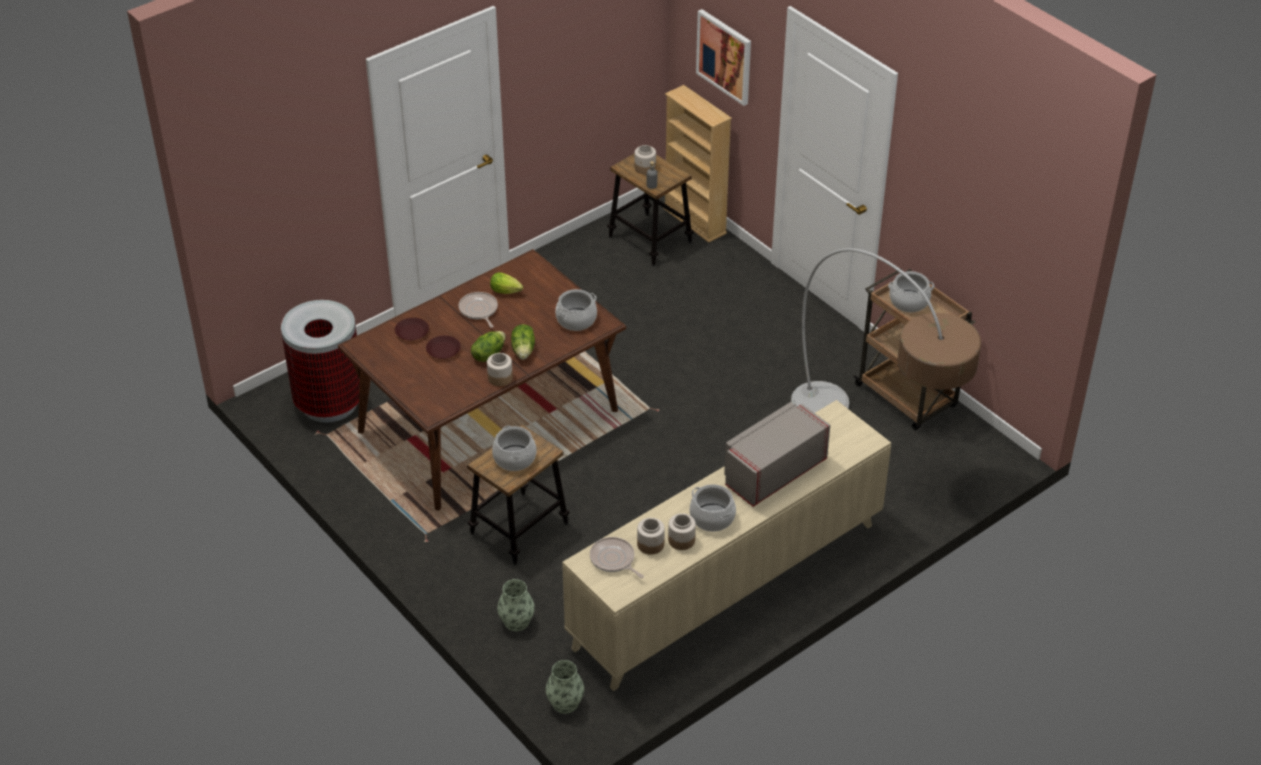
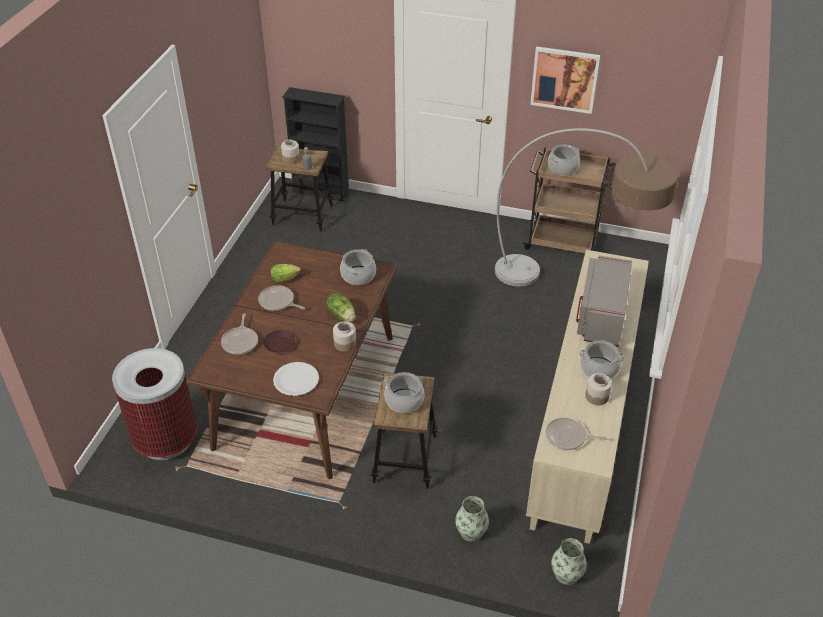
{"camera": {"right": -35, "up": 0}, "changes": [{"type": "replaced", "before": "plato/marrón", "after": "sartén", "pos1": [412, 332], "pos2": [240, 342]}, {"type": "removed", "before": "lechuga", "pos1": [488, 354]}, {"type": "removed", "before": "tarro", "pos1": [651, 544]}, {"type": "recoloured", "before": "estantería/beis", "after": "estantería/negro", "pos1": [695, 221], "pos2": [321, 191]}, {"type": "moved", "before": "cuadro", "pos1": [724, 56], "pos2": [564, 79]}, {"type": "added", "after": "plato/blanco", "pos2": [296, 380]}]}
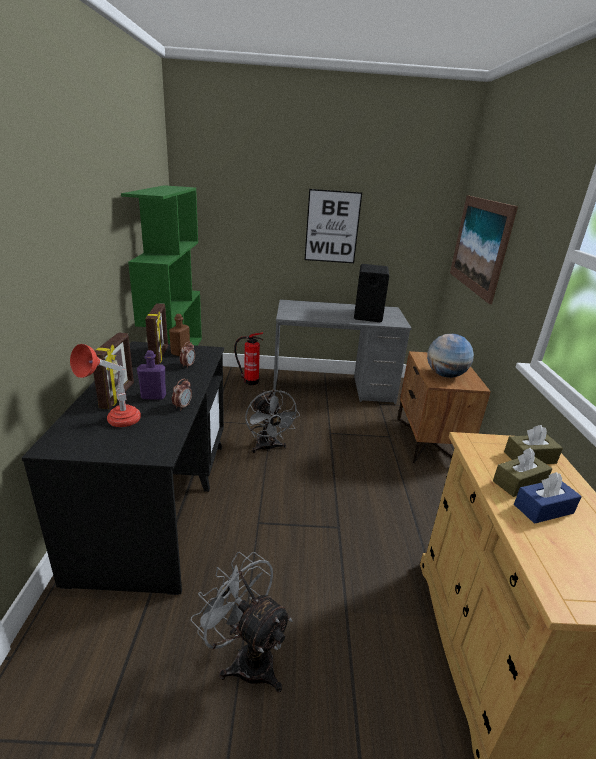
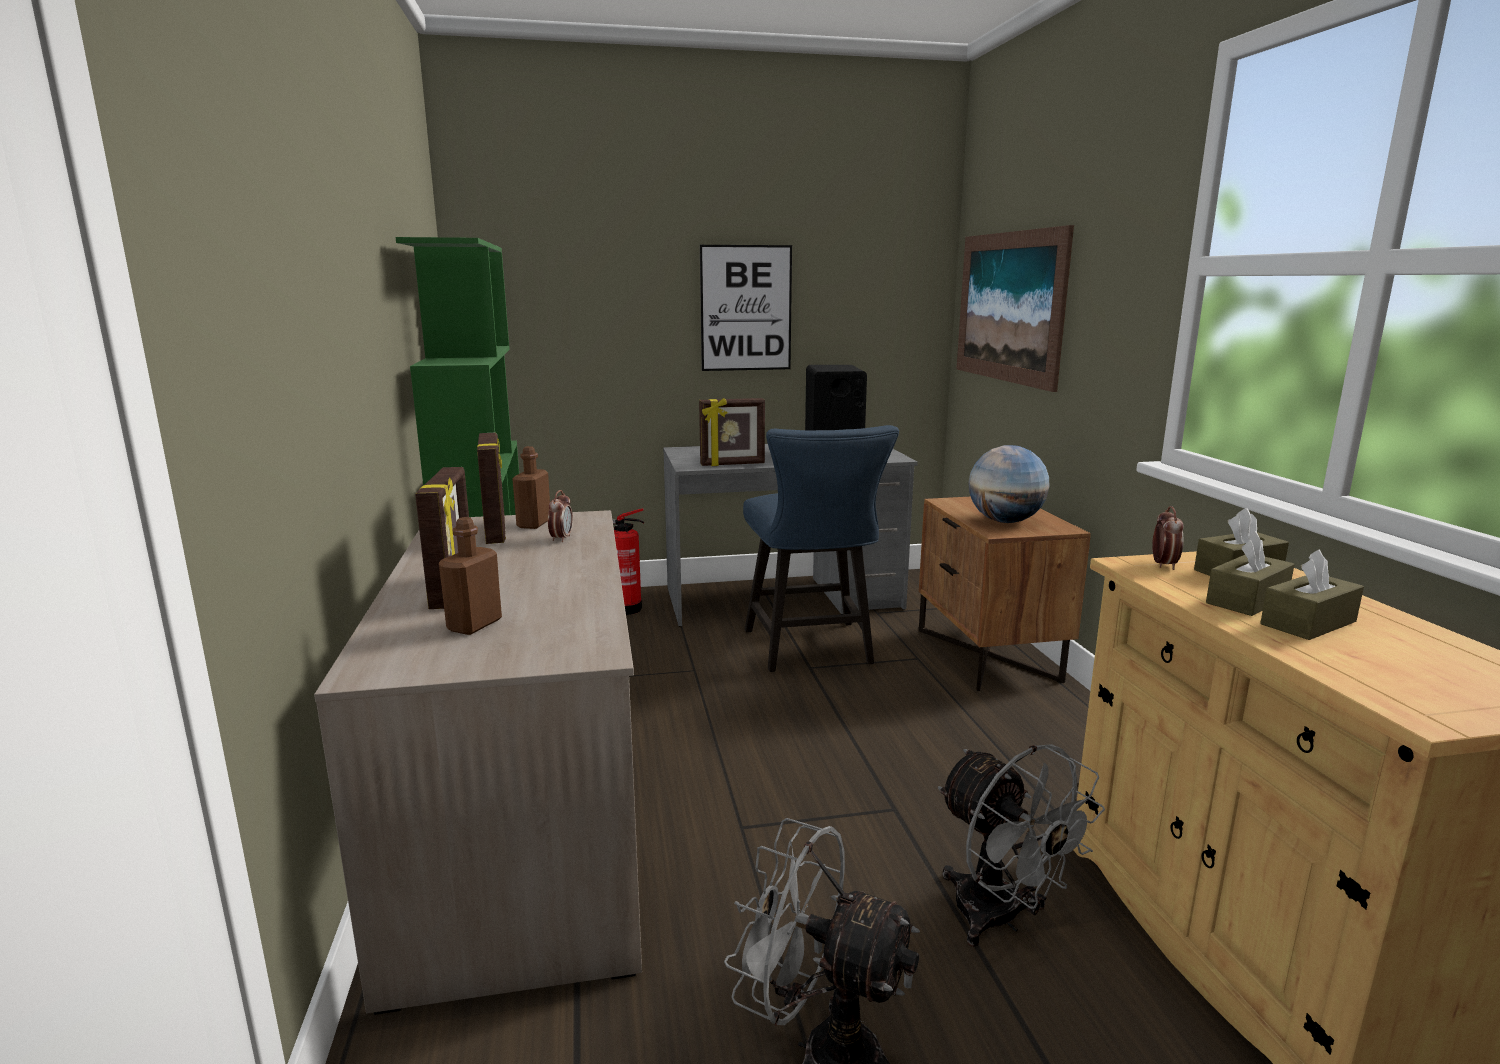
{"camera": {"right": -10, "up": -10}, "changes": [{"type": "recoloured", "before": "escritorio/negro", "after": "escritorio/beis", "pos1": [157, 501], "pos2": [523, 825]}, {"type": "replaced", "before": "lámpara de mesa/rojo", "after": "botella/marrón", "pos1": [114, 422], "pos2": [474, 625]}, {"type": "removed", "before": "botella/morado", "pos1": [153, 396]}, {"type": "moved", "before": "despertador", "pos1": [182, 406], "pos2": [1163, 565]}, {"type": "moved", "before": "ventilador/gris", "pos1": [268, 448], "pos2": [1000, 919]}, {"type": "recoloured", "before": "caja de pañuelos/azul", "after": "caja de pañuelos/marrón", "pos1": [543, 509], "pos2": [1308, 623]}, {"type": "added", "after": "portarretratos", "pos2": [732, 464]}, {"type": "added", "after": "silla/azul", "pos2": [812, 650]}]}
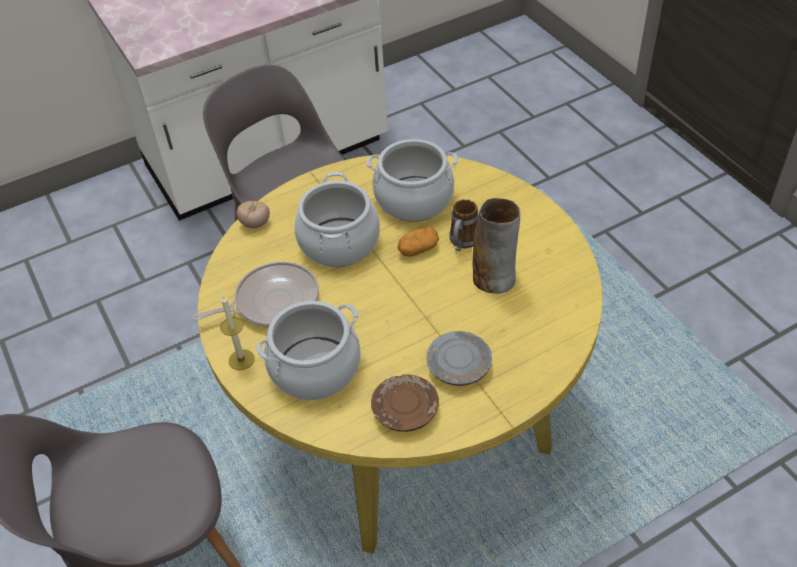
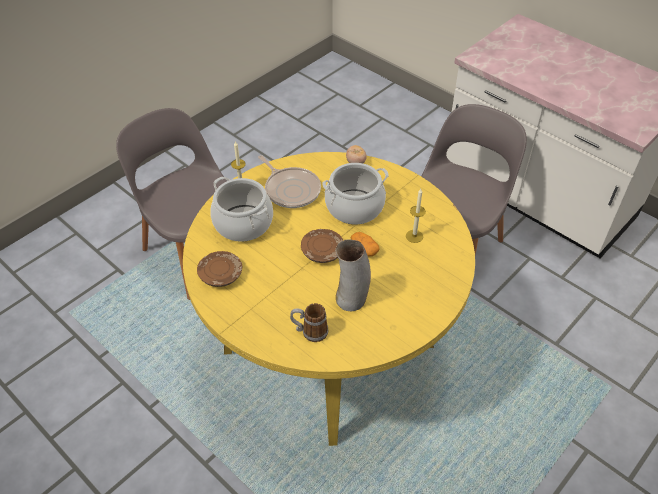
{"camera": {"right": 70, "up": 0}, "changes": [{"type": "replaced", "before": "olla", "after": "vela", "pos1": [414, 199], "pos2": [414, 236]}, {"type": "removed", "before": "plato/gris", "pos1": [459, 366]}, {"type": "moved", "before": "taza grande", "pos1": [462, 243], "pos2": [309, 332]}, {"type": "added", "after": "plato/marrón", "pos2": [322, 251]}]}
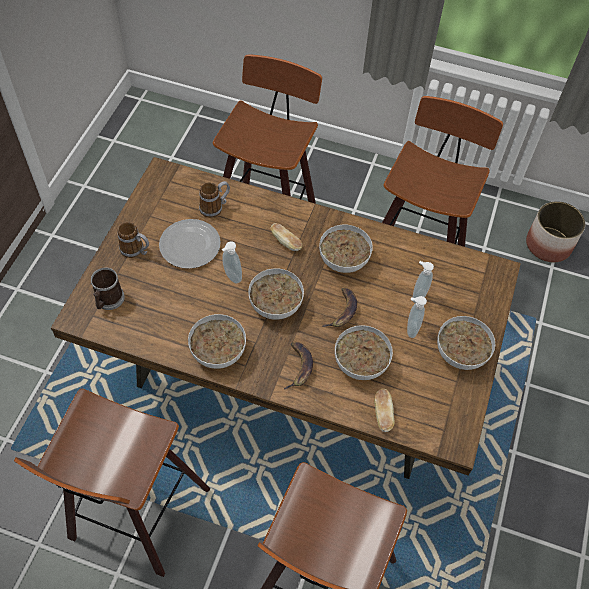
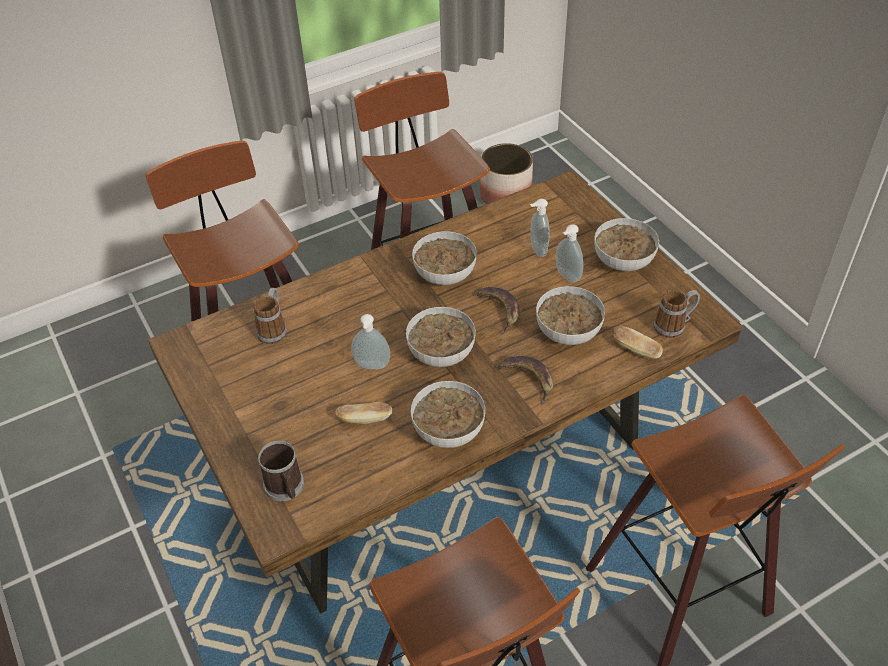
{"camera": {"right": -45, "up": -10}, "changes": [{"type": "moved", "before": "taza grande", "pos1": [136, 251], "pos2": [674, 325]}, {"type": "removed", "before": "plato", "pos1": [191, 245]}, {"type": "moved", "before": "pan", "pos1": [286, 242], "pos2": [365, 419]}]}
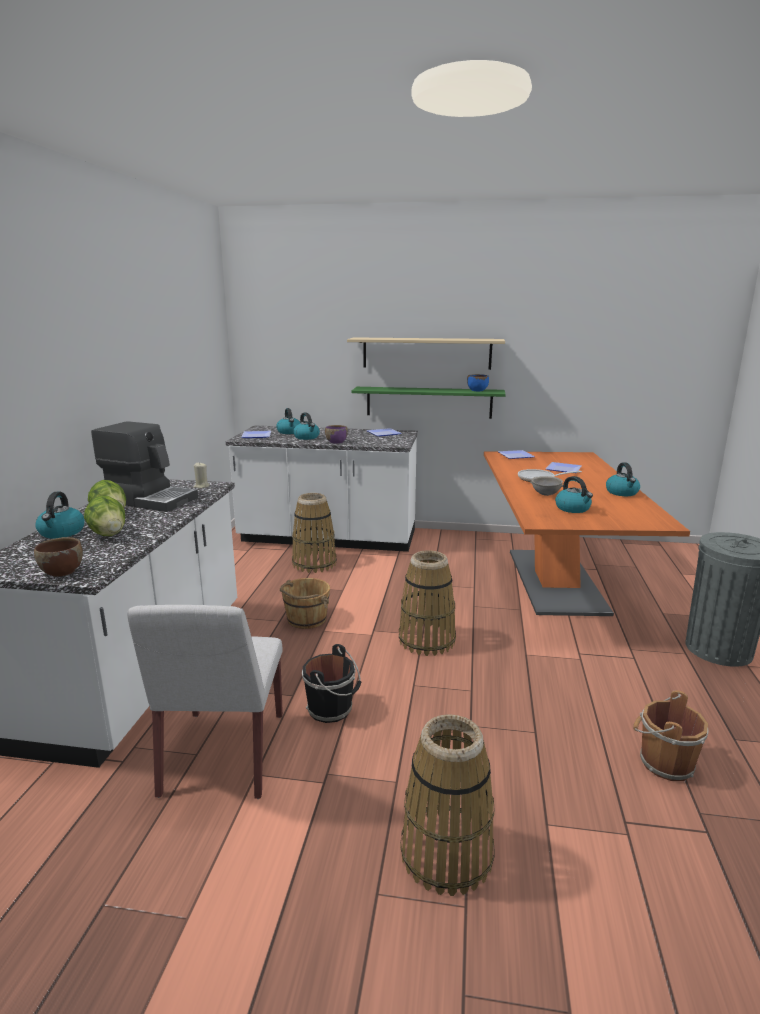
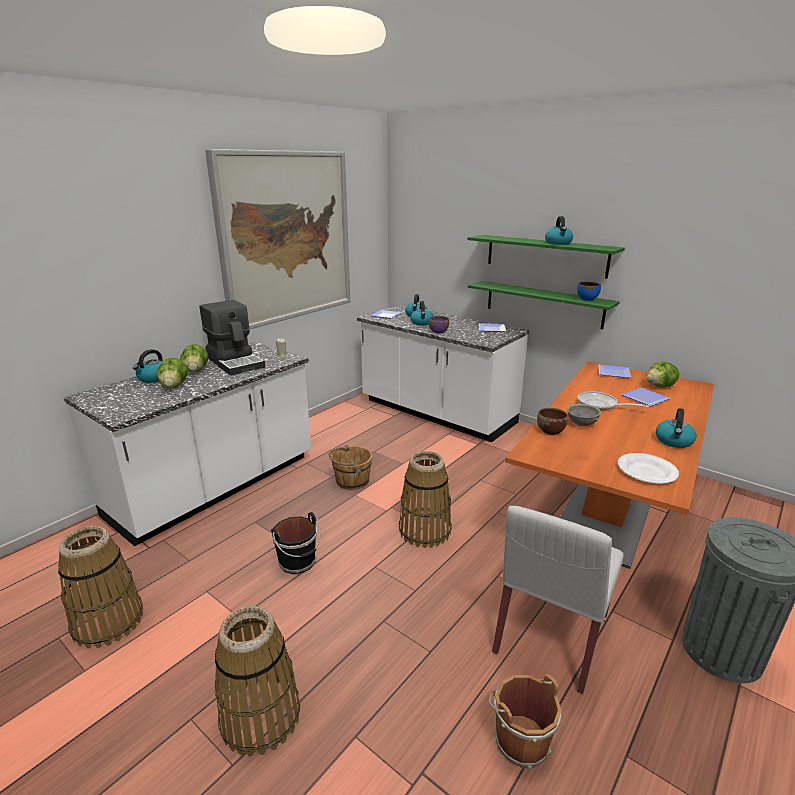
{"camera": {"right": 30, "up": 5}, "changes": [{"type": "moved", "before": "cuenco/marrón", "pos1": [62, 571], "pos2": [550, 431]}, {"type": "moved", "before": "silla/blanco", "pos1": [224, 754], "pos2": [551, 635]}, {"type": "moved", "before": "cesta", "pos1": [314, 563], "pos2": [108, 622]}, {"type": "recoloured", "before": "estante/beis", "after": "estante/verde", "pos1": [426, 353], "pos2": [545, 255]}, {"type": "moved", "before": "hervidor", "pos1": [573, 508], "pos2": [558, 243]}, {"type": "added", "after": "cuadro", "pos2": [286, 237]}, {"type": "added", "after": "plato/blanco", "pos2": [646, 471]}, {"type": "added", "after": "lechuga", "pos2": [660, 386]}]}
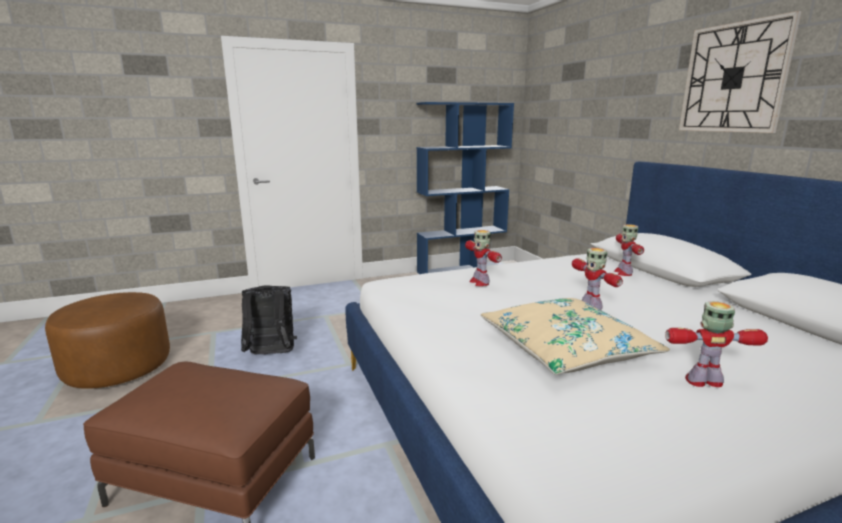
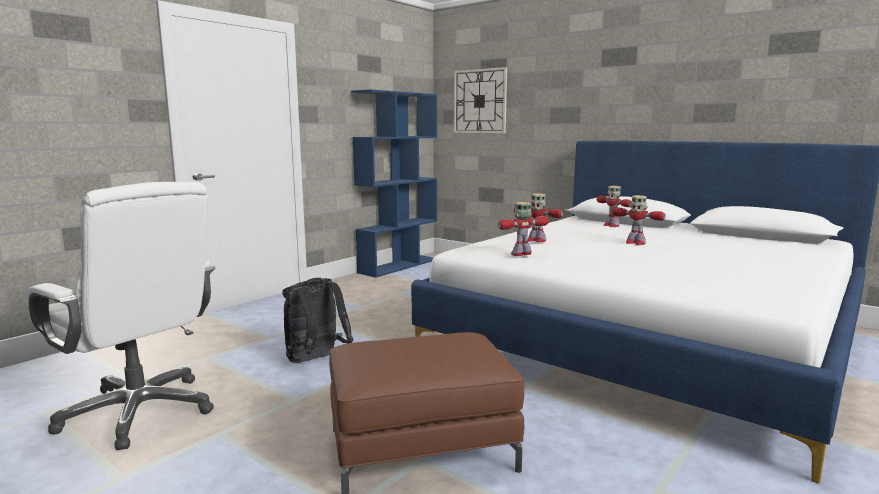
{"camera": {"right": -30, "up": -5}, "changes": [{"type": "replaced", "before": "puf/marrón", "after": "silla de oficina/blanco", "pos1": [118, 368], "pos2": [140, 412]}, {"type": "removed", "before": "cojín/beis", "pos1": [566, 349]}, {"type": "moved", "before": "robot de juguete", "pos1": [704, 381], "pos2": [521, 254]}, {"type": "moved", "before": "reloj de pared", "pos1": [734, 78], "pos2": [480, 101]}]}
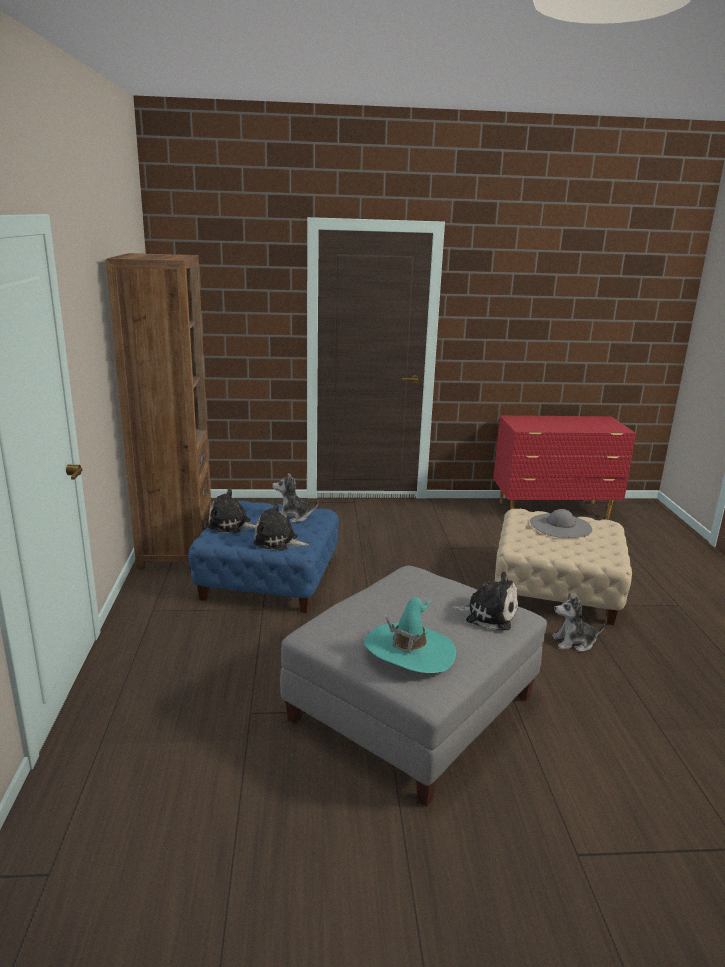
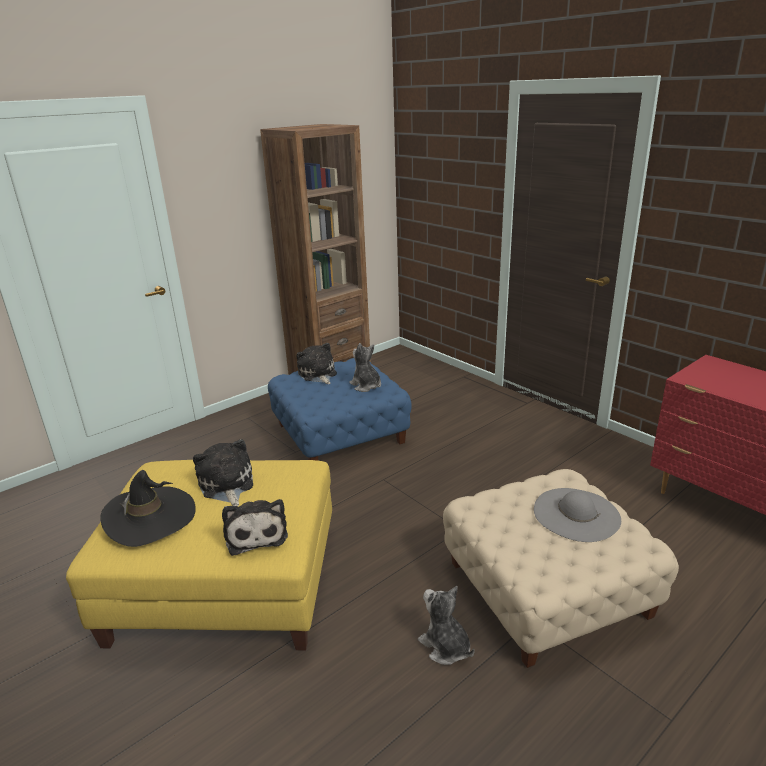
{"camera": {"right": 55, "up": 5}, "changes": [{"type": "moved", "before": "peluche", "pos1": [278, 542], "pos2": [226, 485]}, {"type": "recoloured", "before": "puf/gris", "after": "puf/amarillo", "pos1": [412, 707], "pos2": [227, 583]}, {"type": "recoloured", "before": "sombrero/turquesa", "after": "sombrero/negro", "pos1": [409, 651], "pos2": [150, 517]}]}
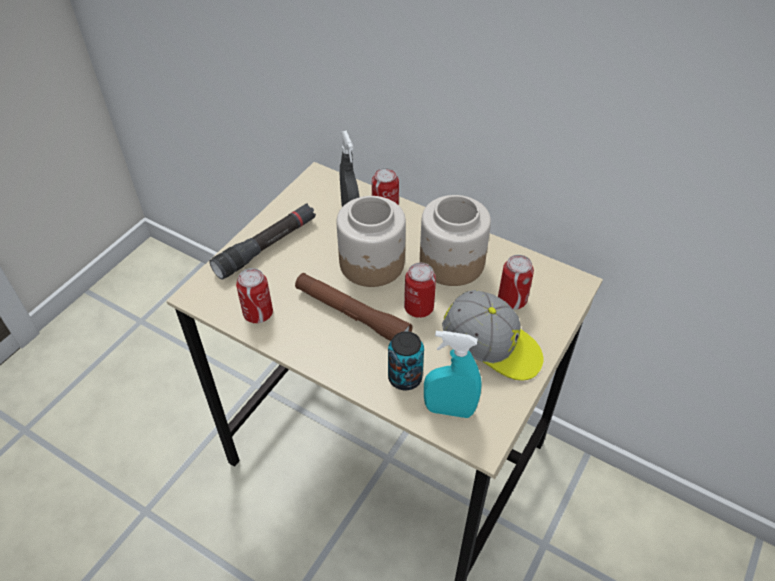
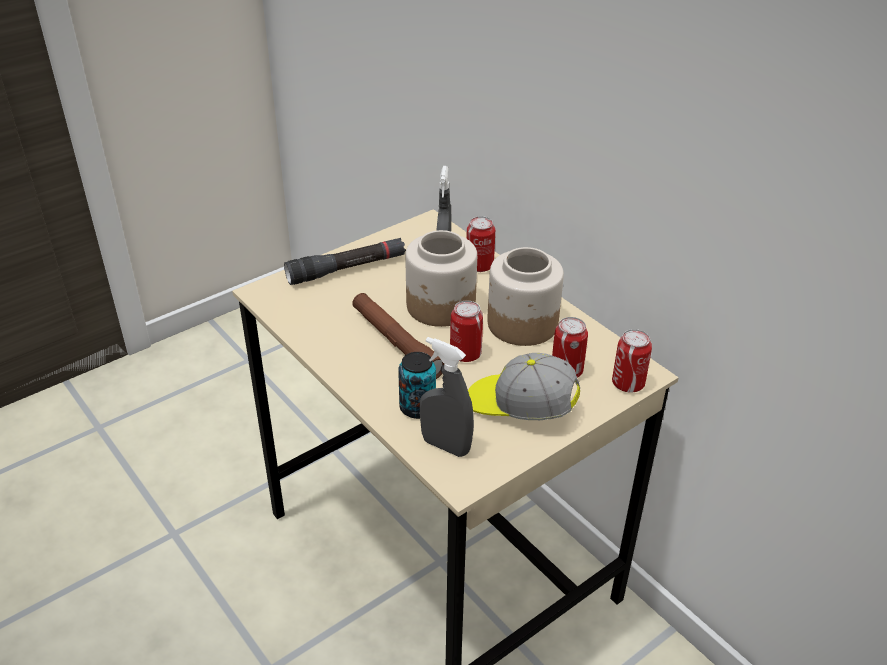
{"camera": {"right": 20, "up": -10}, "changes": [{"type": "moved", "before": "lata", "pos1": [258, 313], "pos2": [628, 384]}, {"type": "recoloured", "before": "pulverizador/turquesa", "after": "pulverizador/gris", "pos1": [449, 410], "pos2": [445, 446]}, {"type": "turned", "before": "gorra", "pos1": [492, 348], "pos2": [520, 406], "turn": 150}]}
